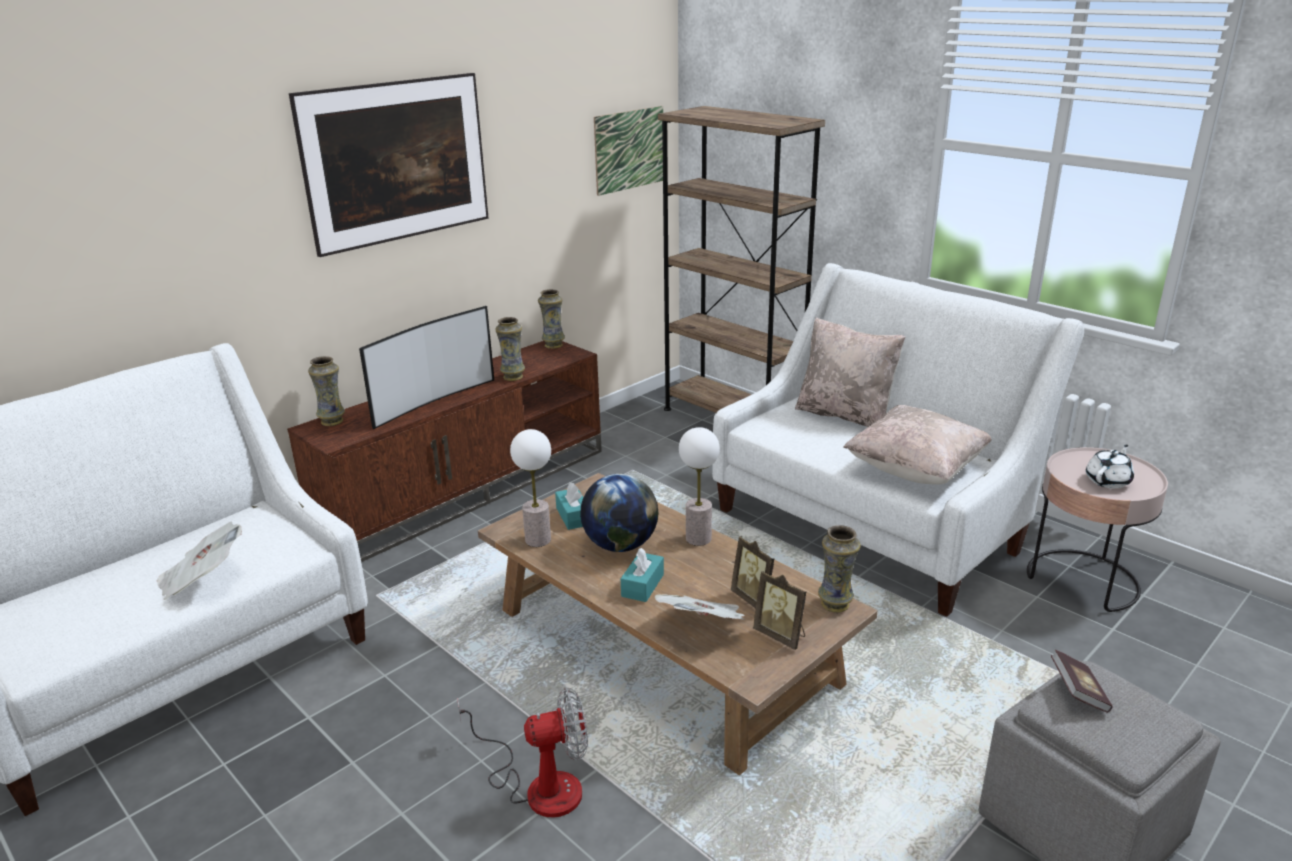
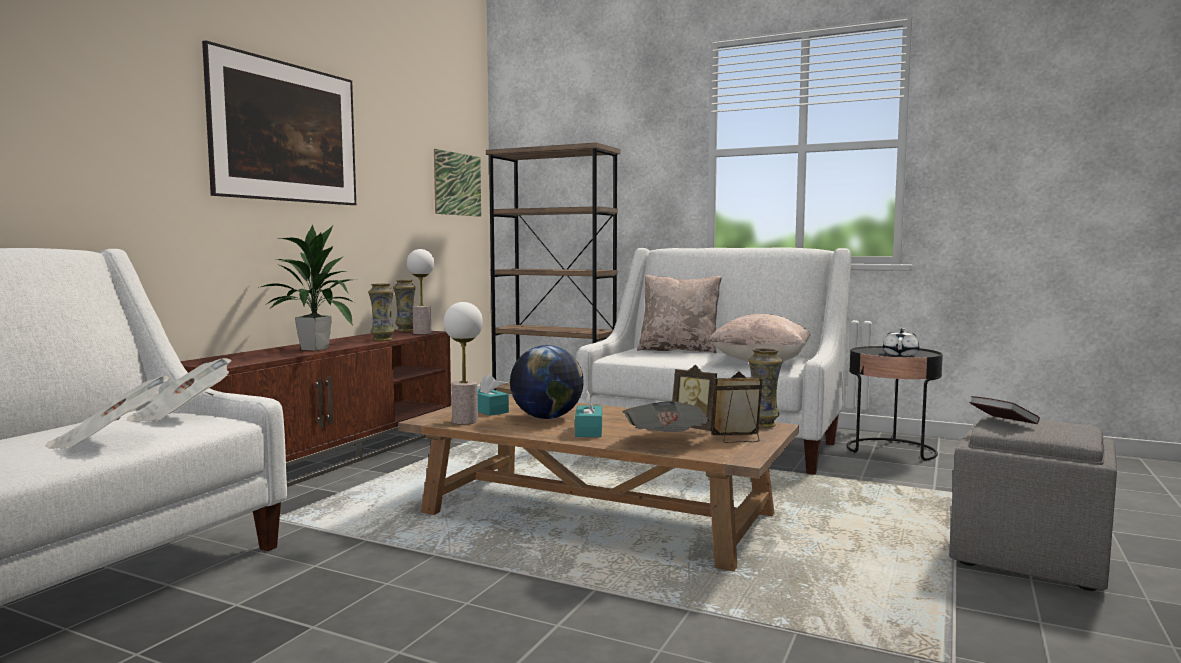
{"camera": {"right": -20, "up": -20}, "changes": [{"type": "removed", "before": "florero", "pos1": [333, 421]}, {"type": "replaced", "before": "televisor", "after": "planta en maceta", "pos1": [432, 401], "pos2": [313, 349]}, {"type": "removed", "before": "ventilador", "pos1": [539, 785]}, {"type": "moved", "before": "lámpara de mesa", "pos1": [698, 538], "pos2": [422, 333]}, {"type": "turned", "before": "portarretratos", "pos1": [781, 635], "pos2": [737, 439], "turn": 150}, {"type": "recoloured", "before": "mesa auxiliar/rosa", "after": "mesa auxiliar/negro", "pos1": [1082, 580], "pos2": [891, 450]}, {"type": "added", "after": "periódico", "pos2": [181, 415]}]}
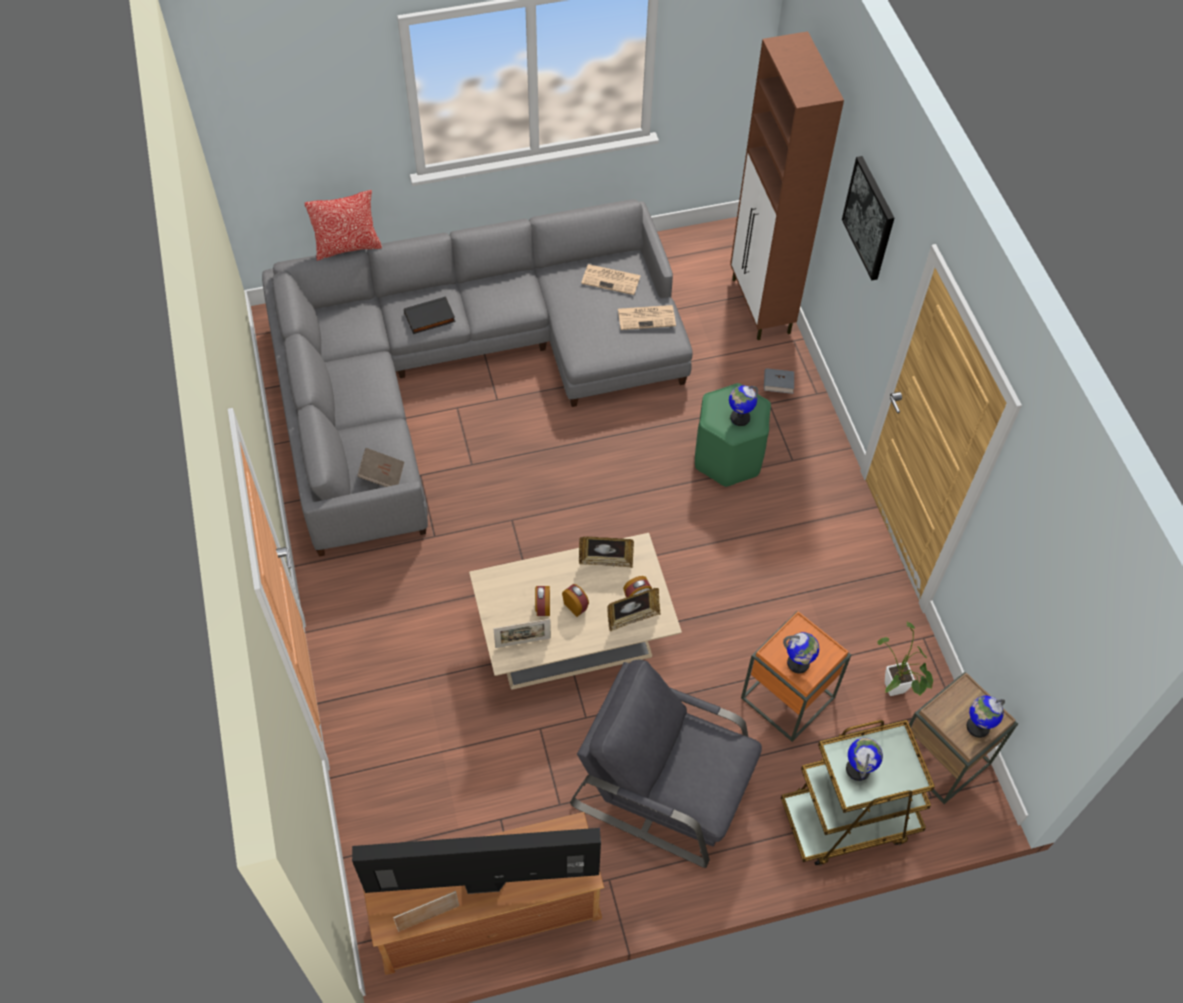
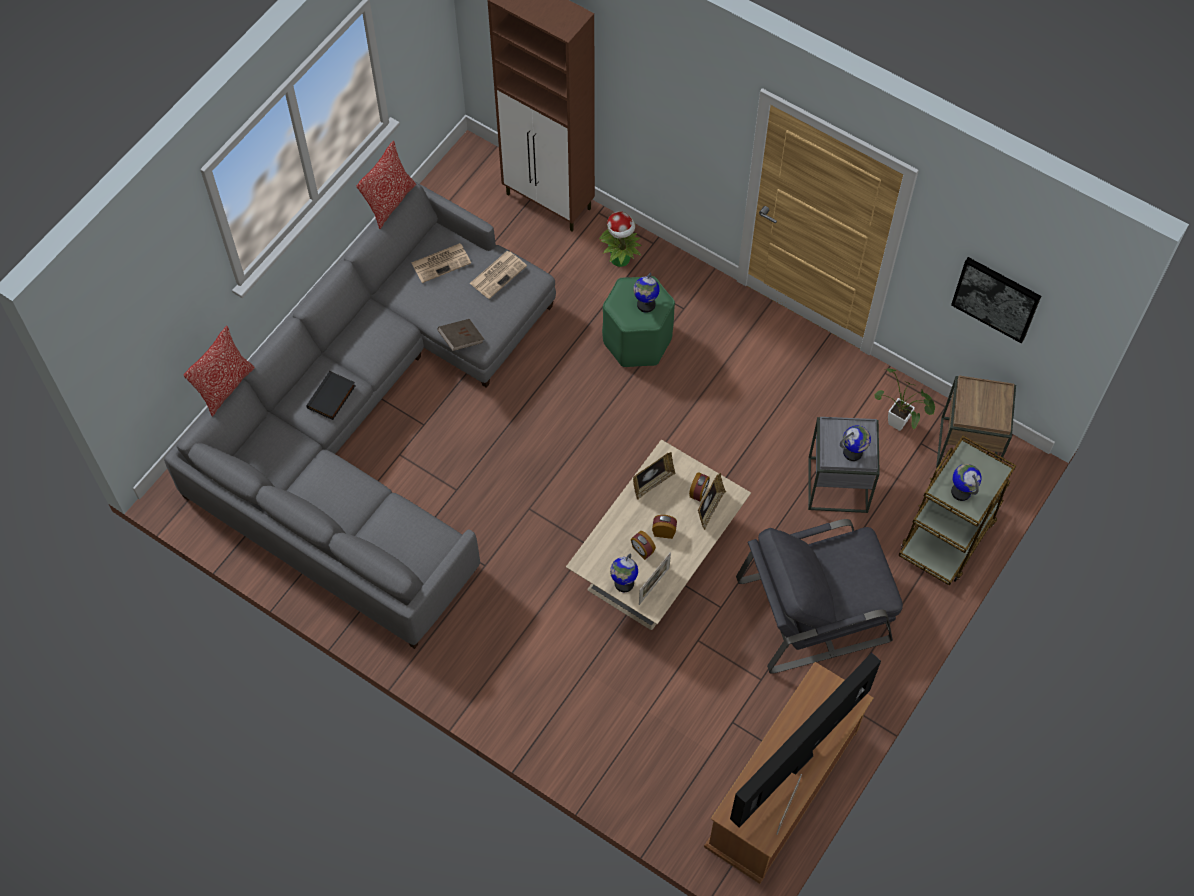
{"camera": {"right": -40, "up": 5}, "changes": [{"type": "moved", "before": "libro/marrón", "pos1": [382, 475], "pos2": [461, 339]}, {"type": "recoloured", "before": "mesa auxiliar/naranja", "after": "mesa auxiliar/gris", "pos1": [788, 698], "pos2": [838, 485]}, {"type": "replaced", "before": "libro/gris", "after": "planta en maceta", "pos1": [777, 387], "pos2": [621, 258]}, {"type": "moved", "before": "cuadro", "pos1": [870, 218], "pos2": [996, 298]}, {"type": "moved", "before": "globo terráqueo", "pos1": [977, 727], "pos2": [624, 583]}, {"type": "added", "after": "cojín", "pos2": [390, 202]}]}
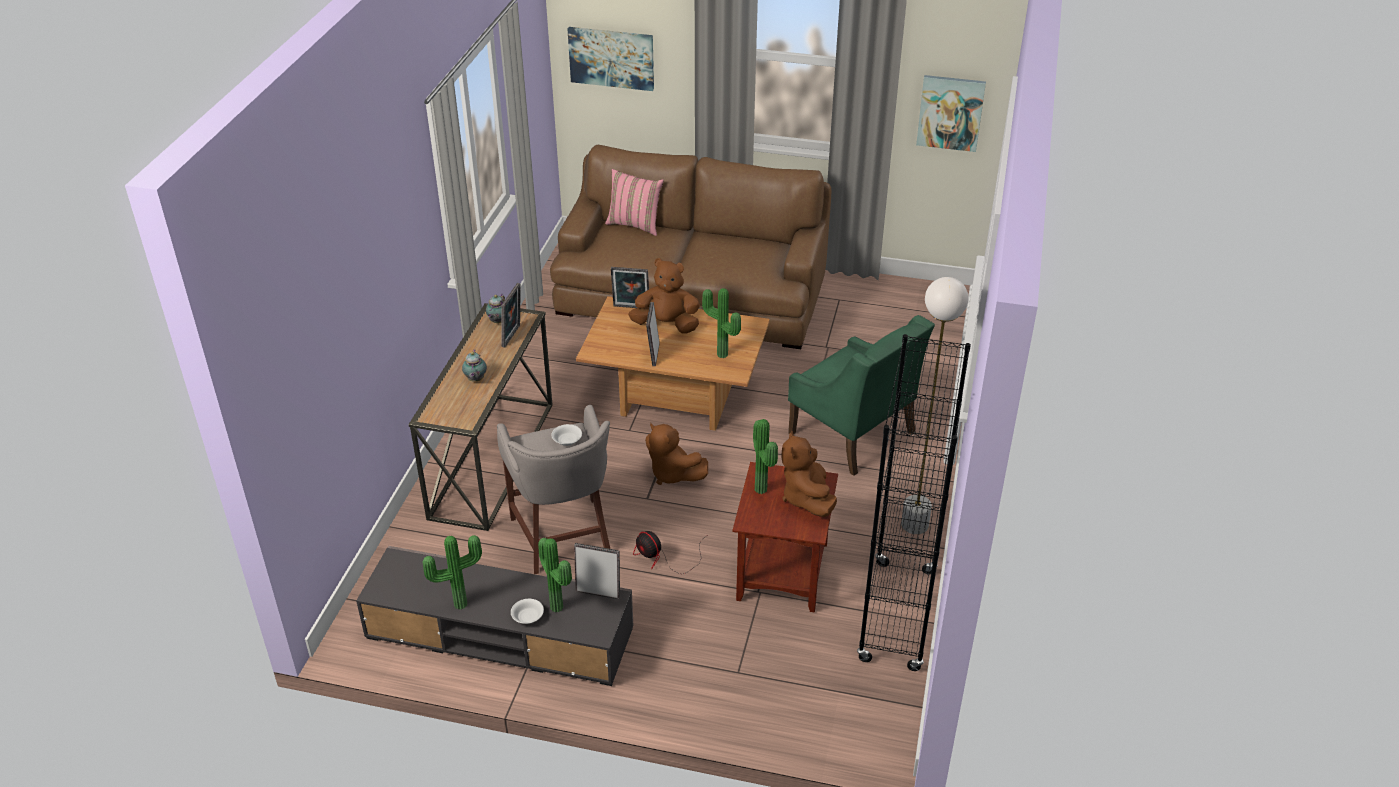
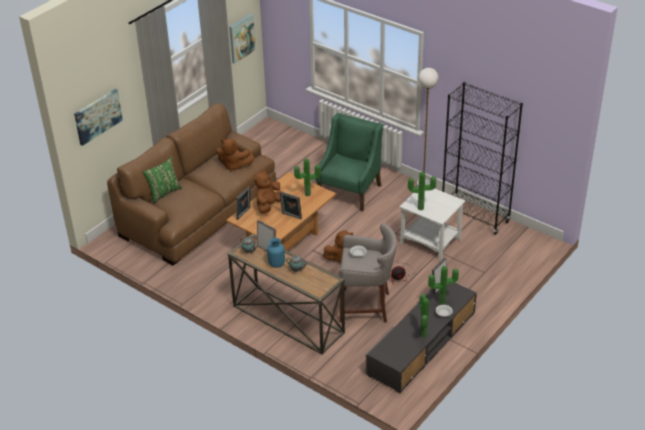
{"camera": {"right": -65, "up": 0}, "changes": [{"type": "recoloured", "before": "cojín/rosa", "after": "cojín/verde", "pos1": [635, 224], "pos2": [163, 193]}, {"type": "recoloured", "before": "mesa auxiliar/marrón", "after": "mesa auxiliar/blanco", "pos1": [781, 571], "pos2": [429, 241]}, {"type": "moved", "before": "peluche/marrón", "pos1": [806, 498], "pos2": [234, 166]}, {"type": "turned", "before": "sillón/verde", "pos1": [852, 434], "pos2": [350, 191], "turn": -45}, {"type": "added", "after": "florero/azul", "pos2": [276, 263]}]}
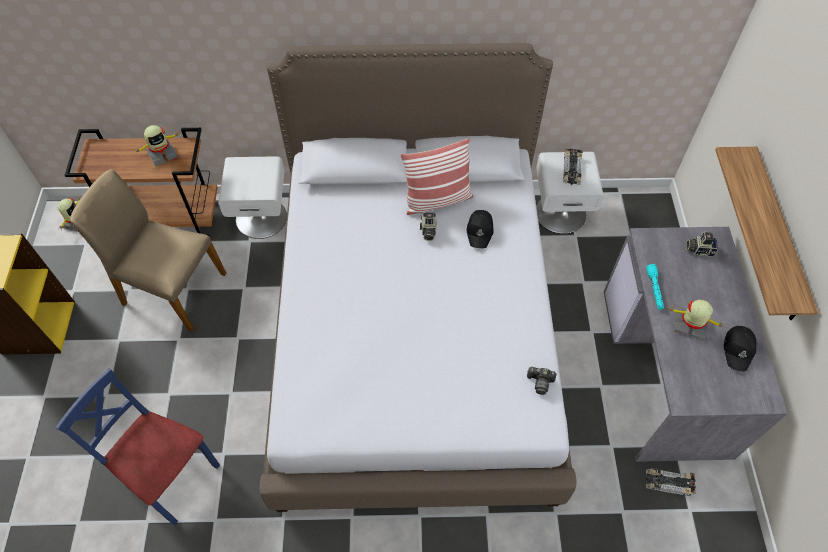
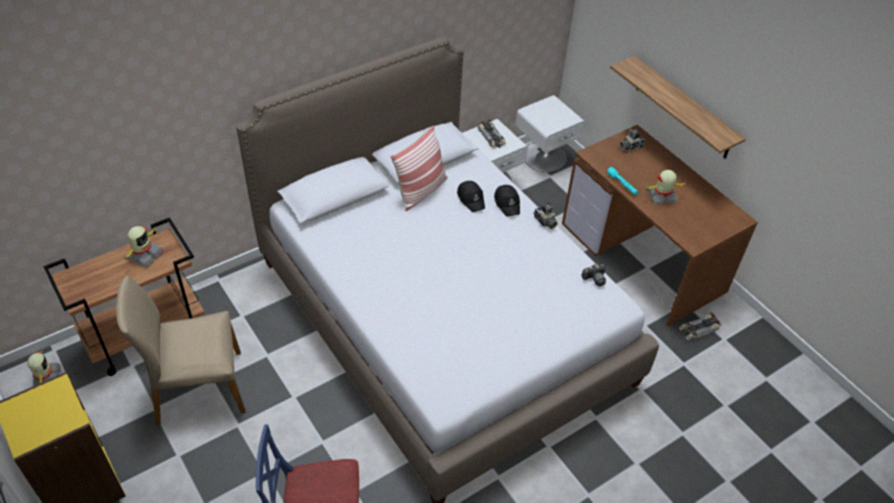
{"camera": {"right": -35, "up": -10}, "changes": [{"type": "moved", "before": "mesita de noche/blanco", "pos1": [261, 217], "pos2": [544, 156]}, {"type": "moved", "before": "cámara", "pos1": [428, 230], "pos2": [545, 222]}, {"type": "recoloured", "before": "escritorio/gris", "after": "escritorio/marrón", "pos1": [666, 371], "pos2": [643, 257]}, {"type": "moved", "before": "gorra/negro", "pos1": [738, 349], "pos2": [507, 203]}]}
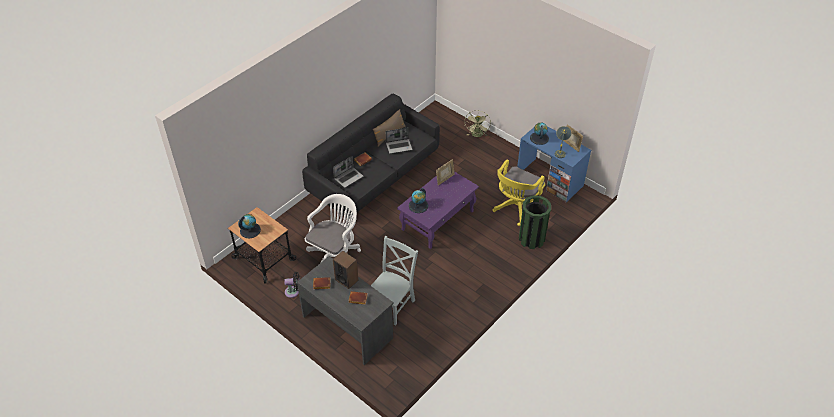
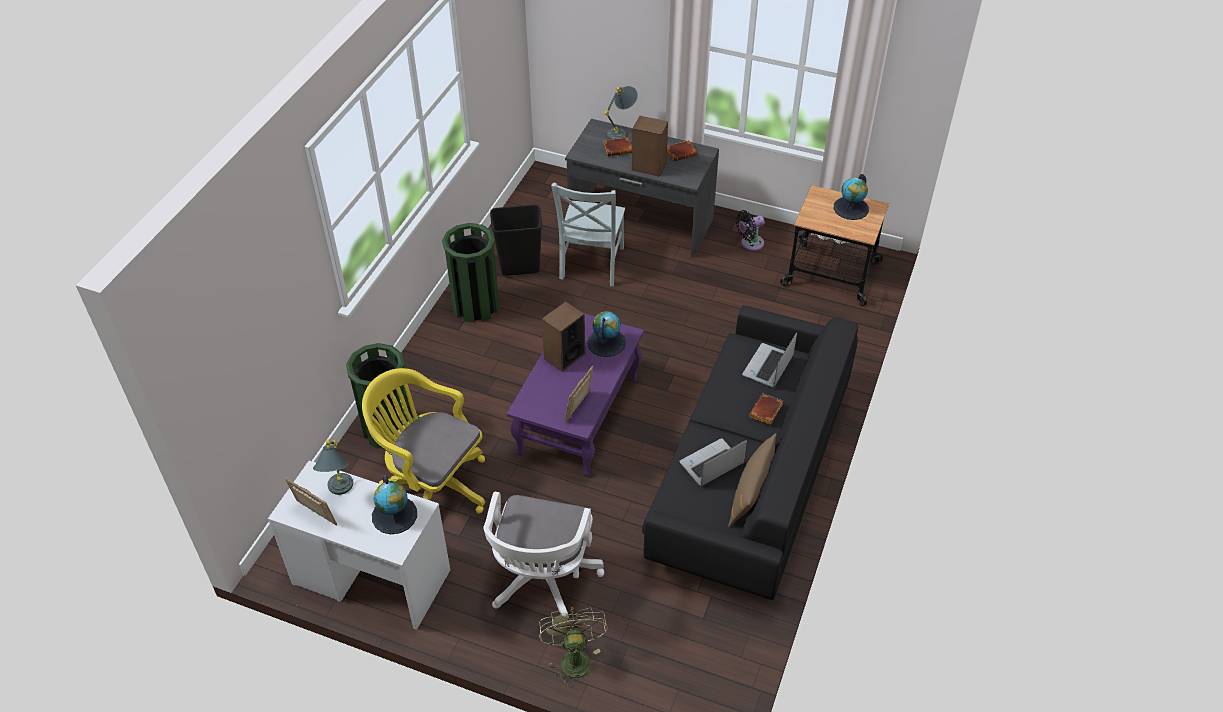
{"camera": {"right": 160, "up": 0}, "changes": [{"type": "moved", "before": "silla de oficina/blanco", "pos1": [335, 255], "pos2": [542, 582]}, {"type": "turned", "before": "silla de oficina/amarillo", "pos1": [516, 208], "pos2": [432, 485], "turn": -75}, {"type": "recoloured", "before": "escritorio/azul", "after": "escritorio/blanco", "pos1": [549, 179], "pos2": [371, 577]}, {"type": "added", "after": "papelera/verde", "pos2": [476, 306]}, {"type": "added", "after": "papelera/negro", "pos2": [520, 266]}, {"type": "added", "after": "altavoz", "pos2": [564, 356]}, {"type": "added", "after": "lámpara de mesa/gris", "pos2": [621, 132]}]}
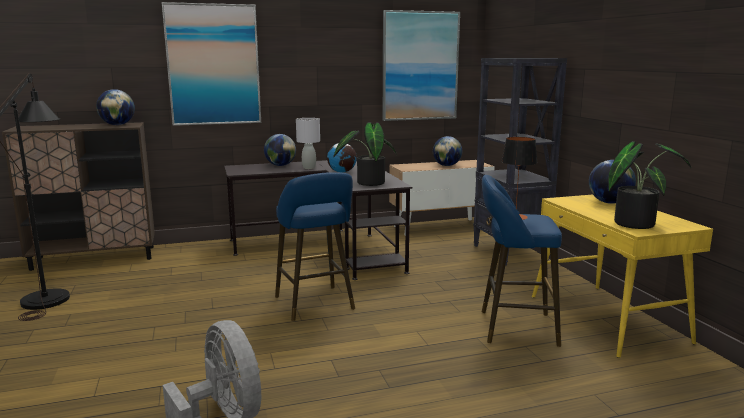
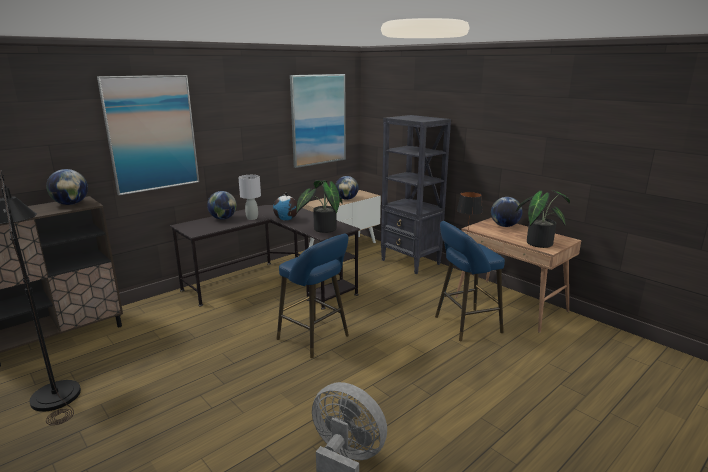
{"camera": {"right": -25, "up": 5}, "changes": [{"type": "recoloured", "before": "escritorio/amarillo", "after": "escritorio/marrón", "pos1": [607, 319], "pos2": [511, 304]}]}
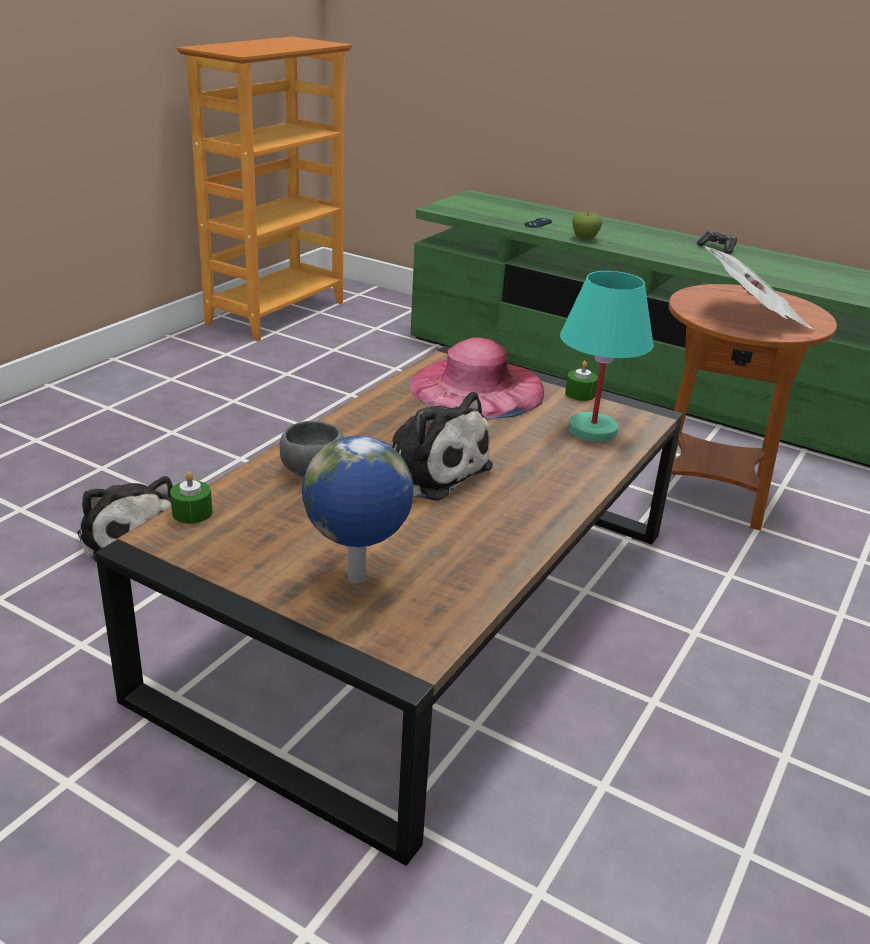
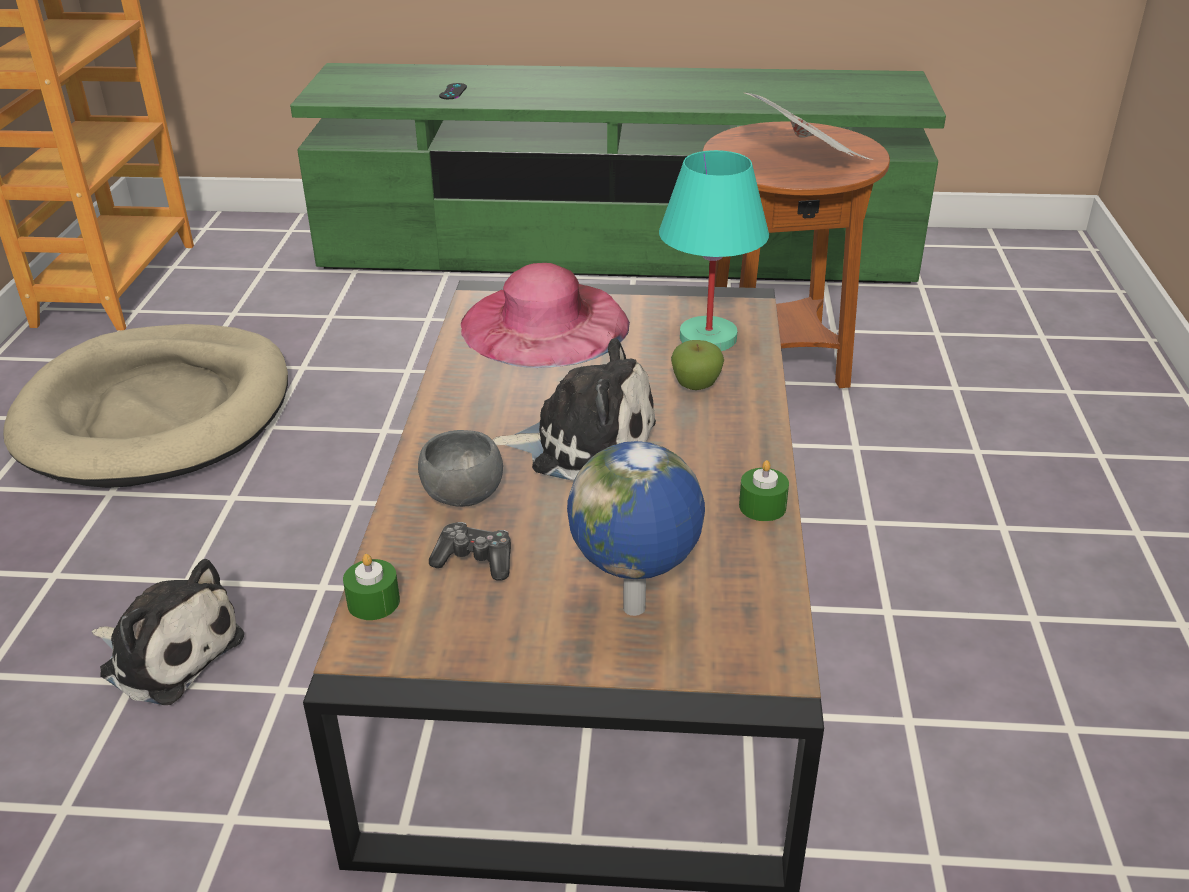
{"camera": {"right": -25, "up": 5}, "changes": [{"type": "moved", "before": "vela/verde", "pos1": [580, 394], "pos2": [762, 506]}, {"type": "moved", "before": "manzana", "pos1": [584, 239], "pos2": [696, 386]}, {"type": "moved", "before": "mando de consola", "pos1": [717, 248], "pos2": [475, 560]}, {"type": "added", "after": "cama para perro/beis", "pos2": [157, 413]}]}
